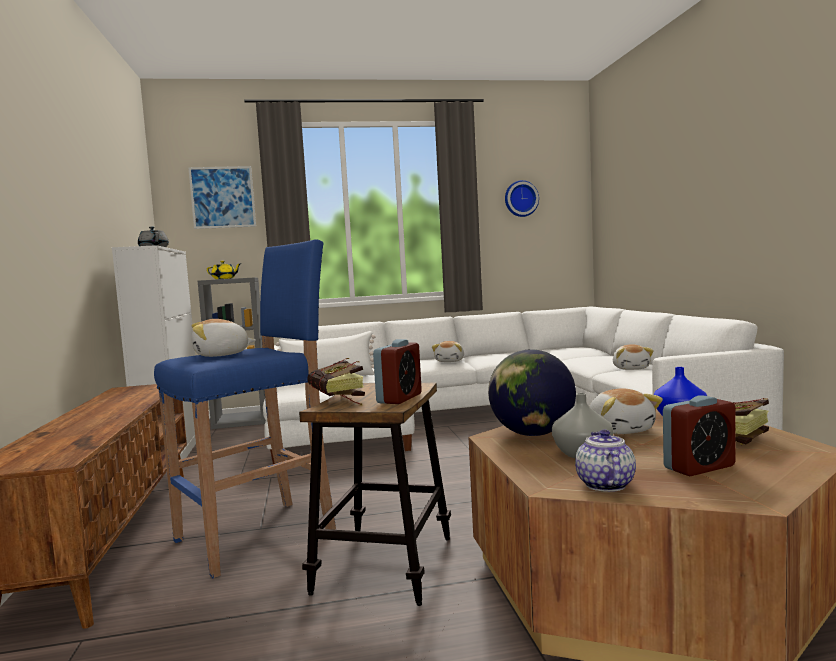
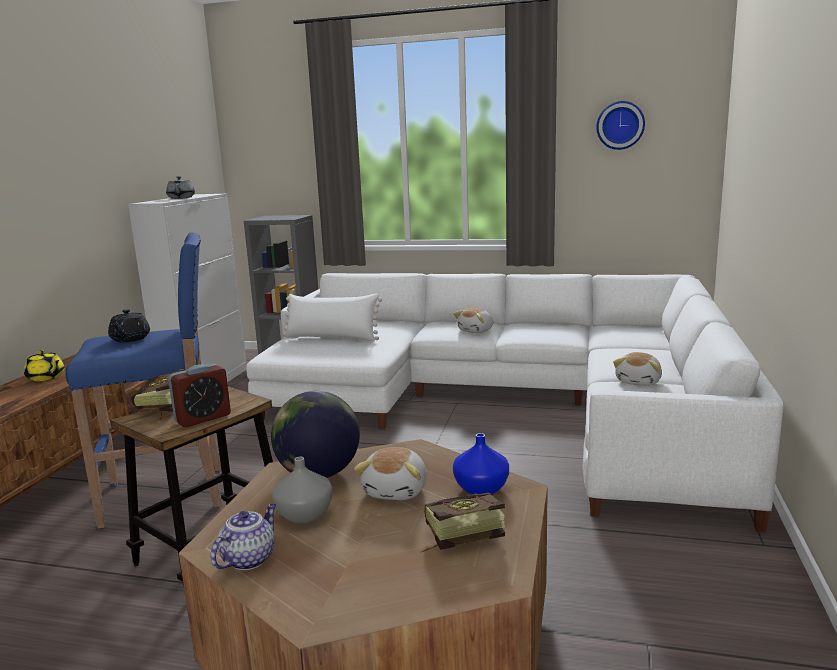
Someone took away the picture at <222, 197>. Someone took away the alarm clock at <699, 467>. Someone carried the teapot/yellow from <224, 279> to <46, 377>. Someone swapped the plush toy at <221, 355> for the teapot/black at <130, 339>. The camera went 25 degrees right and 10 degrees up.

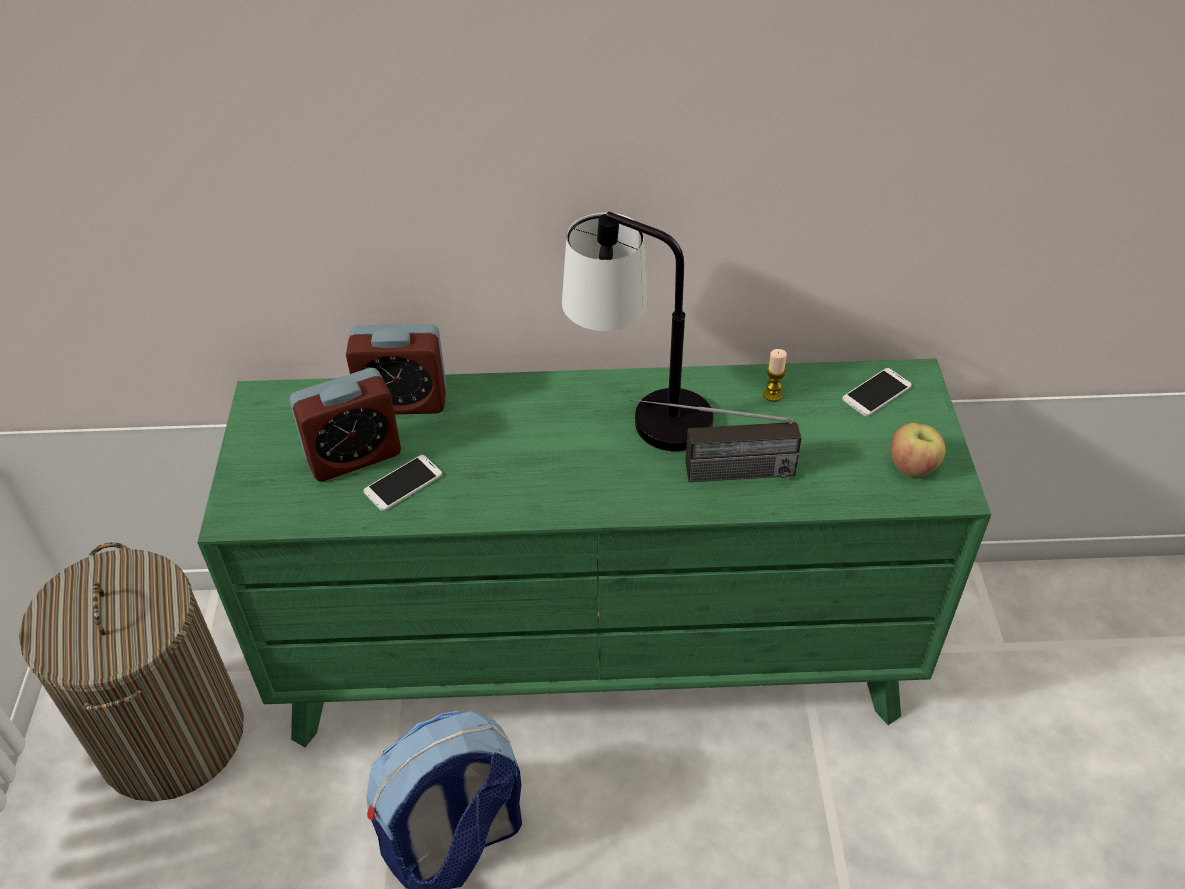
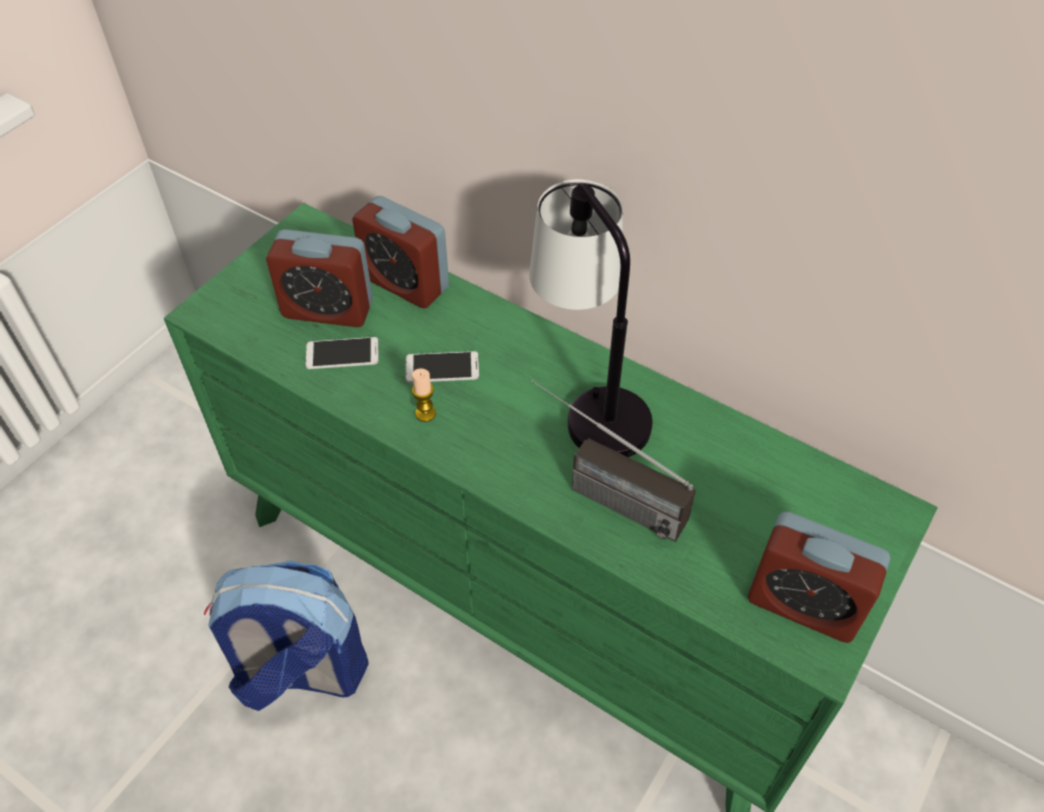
Someone took away the laundry basket at <171, 735>. Someone carried the candle from <772, 395> to <425, 413>. Someone carried the phone from <876, 393> to <442, 367>. Someone swapped the apple at <913, 466> for the alarm clock at <804, 603>. The camera went 35 degrees right and 5 degrees up.

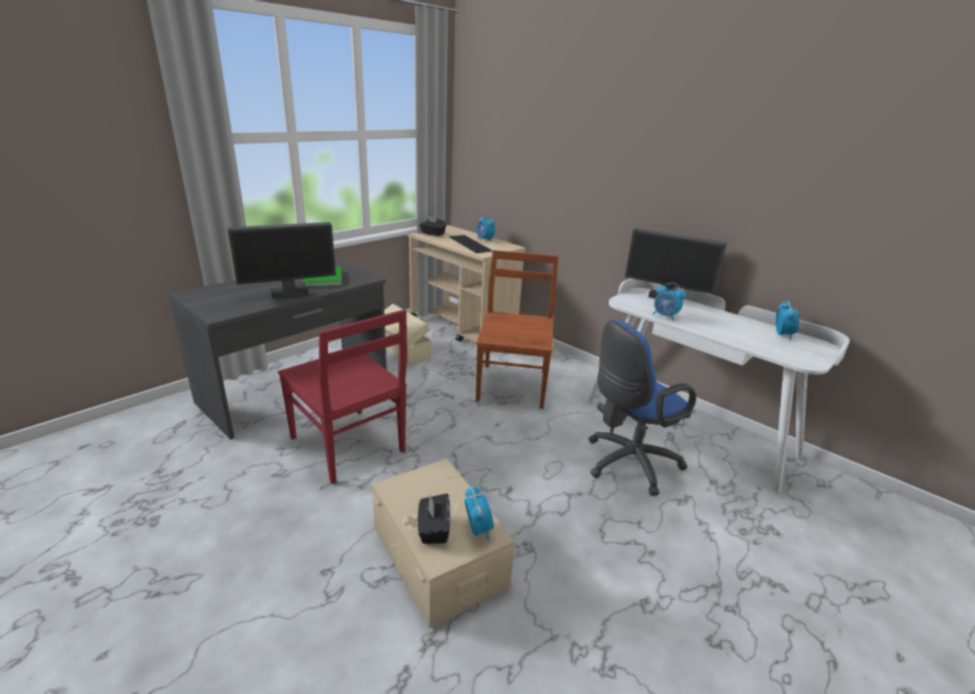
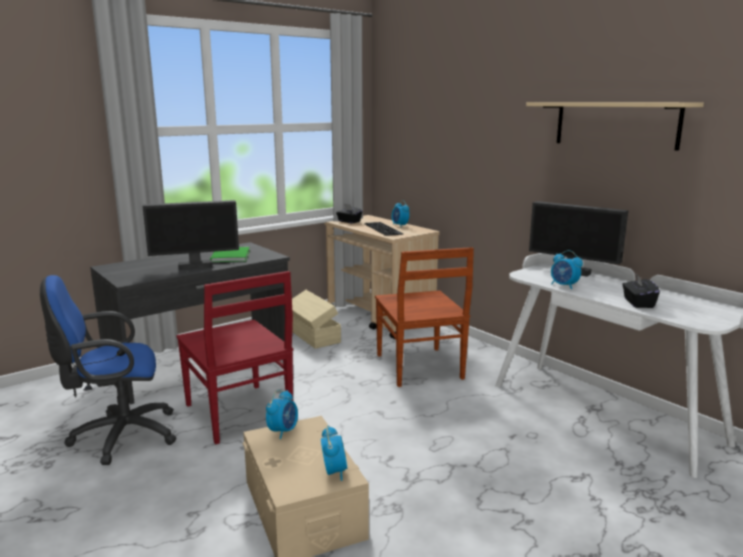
Someone put up the shelf/beige at <615, 124>. Someone carried the tissue box/black from <433, 529> to <638, 303>. Someone carried the office chair/blue from <627, 464> to <119, 436>. Someone carried the alarm clock from <782, 335> to <283, 431>. Someone rotated the chair/brown at <513, 384> by 150 degrees clockwise. The camera went 10 degrees right and 10 degrees down.

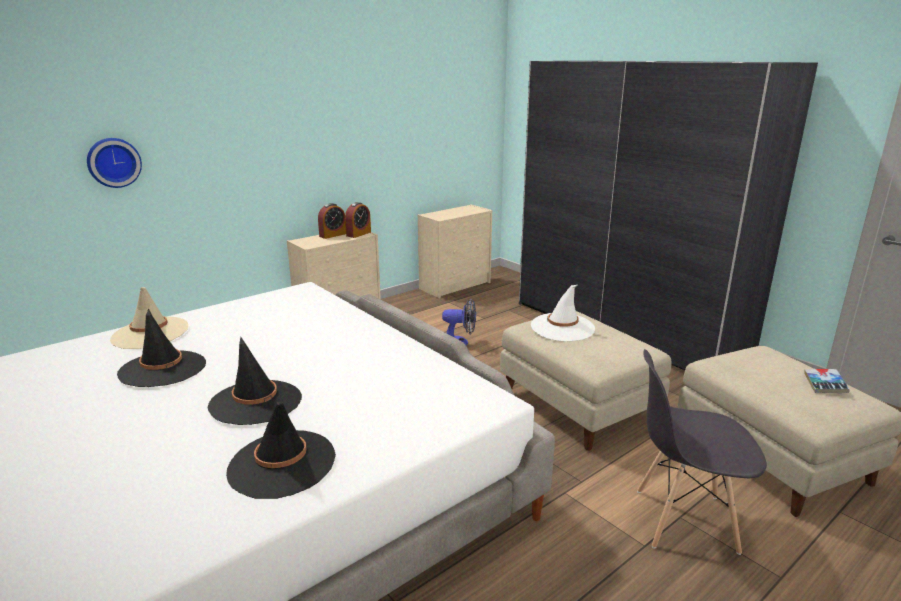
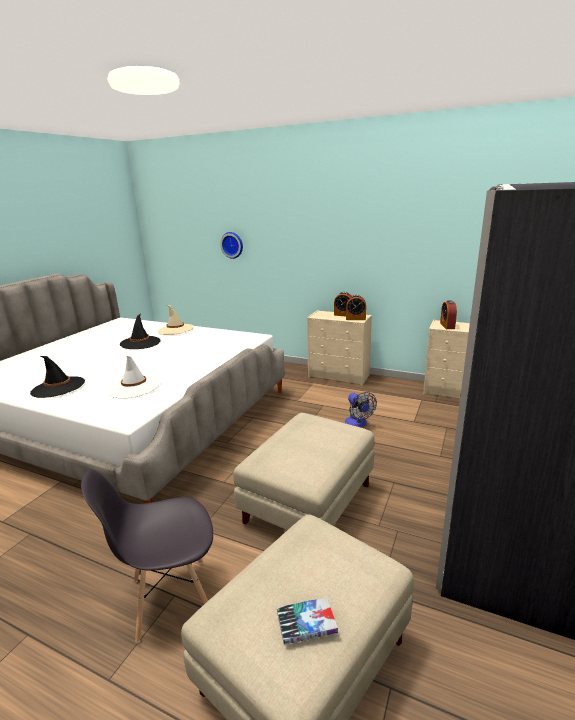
Someone took away the hat/black at <256, 402>. Someone put down the alarm clock at <447, 326>. Someone carried the hat/white from <562, 327> to <134, 387>. Someone rotated the chair/grey at <683, 520> by 90 degrees counterclockwise. The camera went 65 degrees right and 0 degrees up.

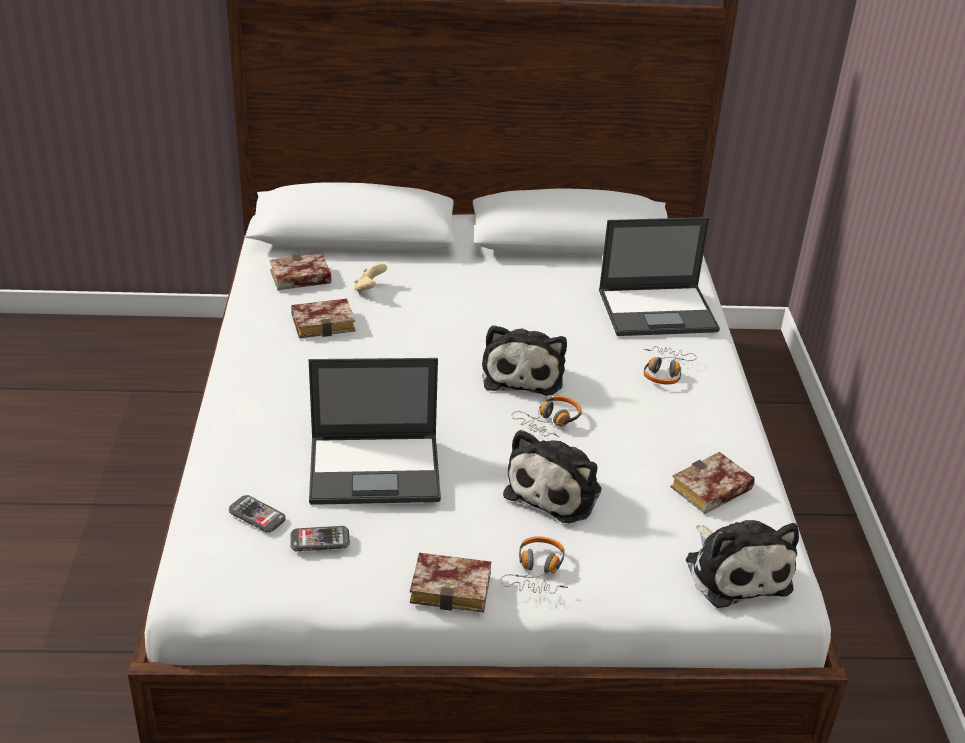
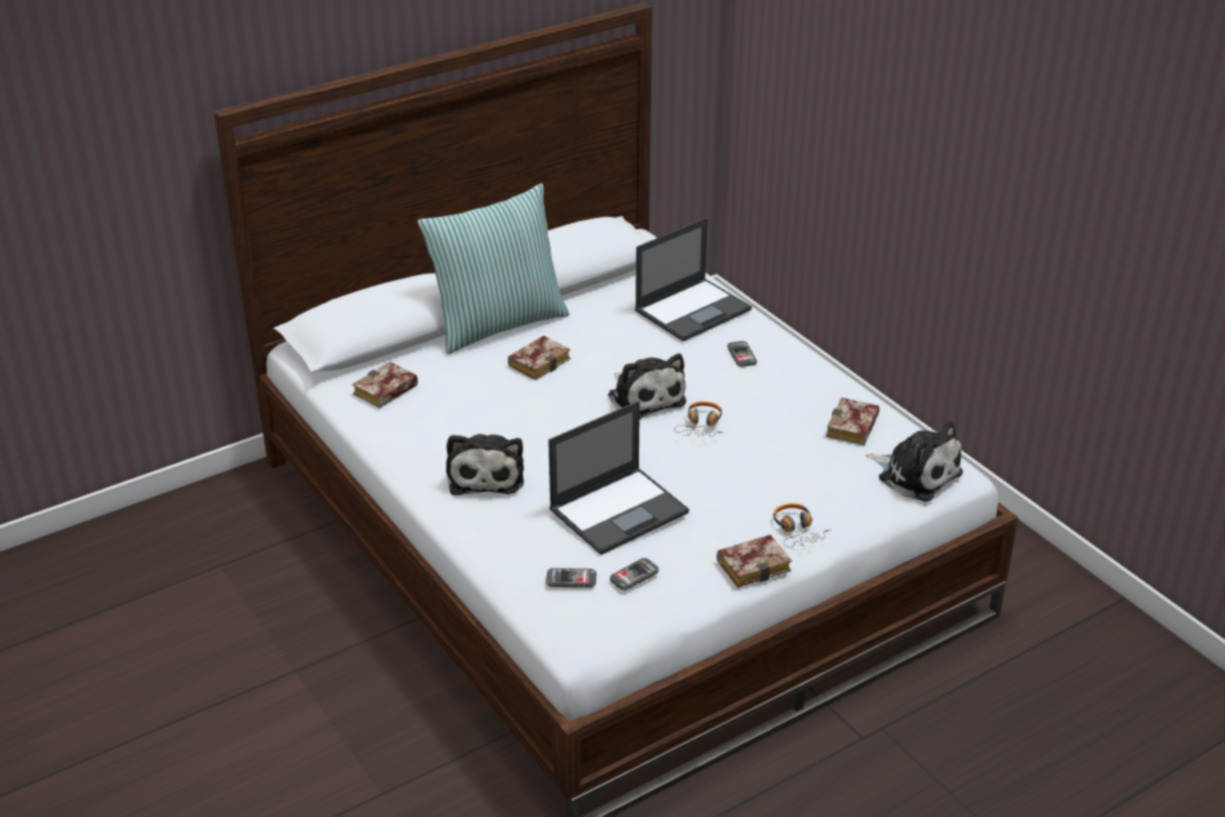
Someone took away the game controller/beige at <369, 290>. Someone put down the pillow at <497, 324>. Someone carried the book from <325, 323> to <539, 361>. Someone carried the plush toy from <557, 490> to <486, 475>. Someone swapped the headphones at <664, 371> for the phone at <742, 355>. The camera went 30 degrees left and 0 degrees up.

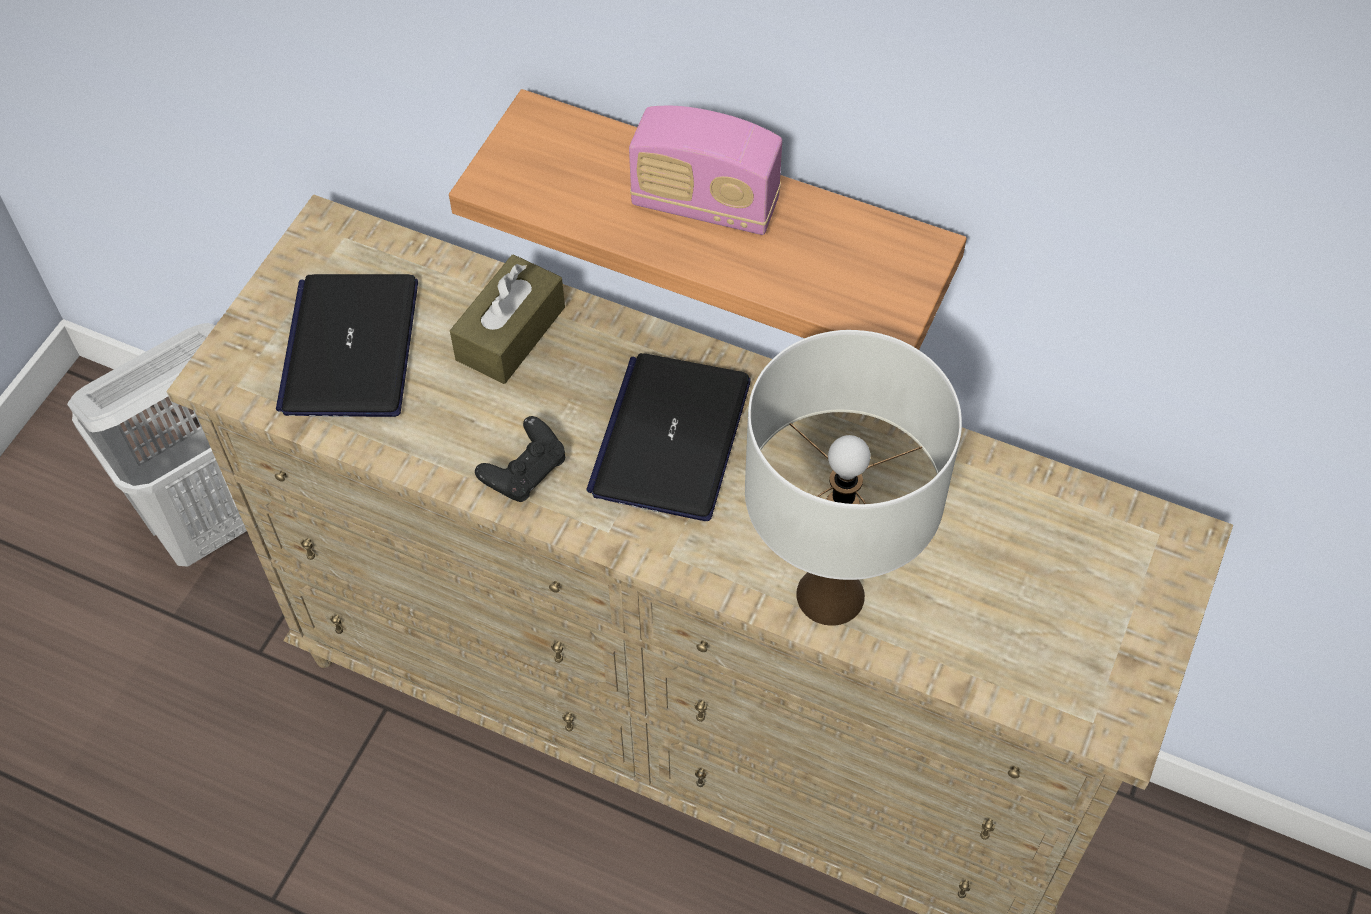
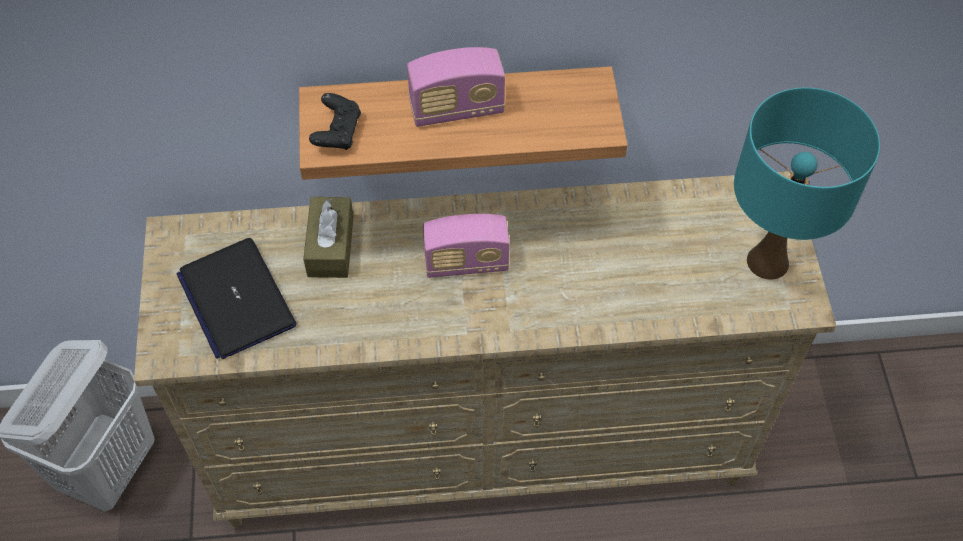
Someone took away the table lamp/white at <830, 596>. Someone put down the table lamp/turquoise at <767, 262>. Someone carried the game controller/black from <525, 472> to <337, 132>. Someone swapped the laptop at <671, 437> for the radio at <466, 263>. The camera went 30 degrees left and 0 degrees up.

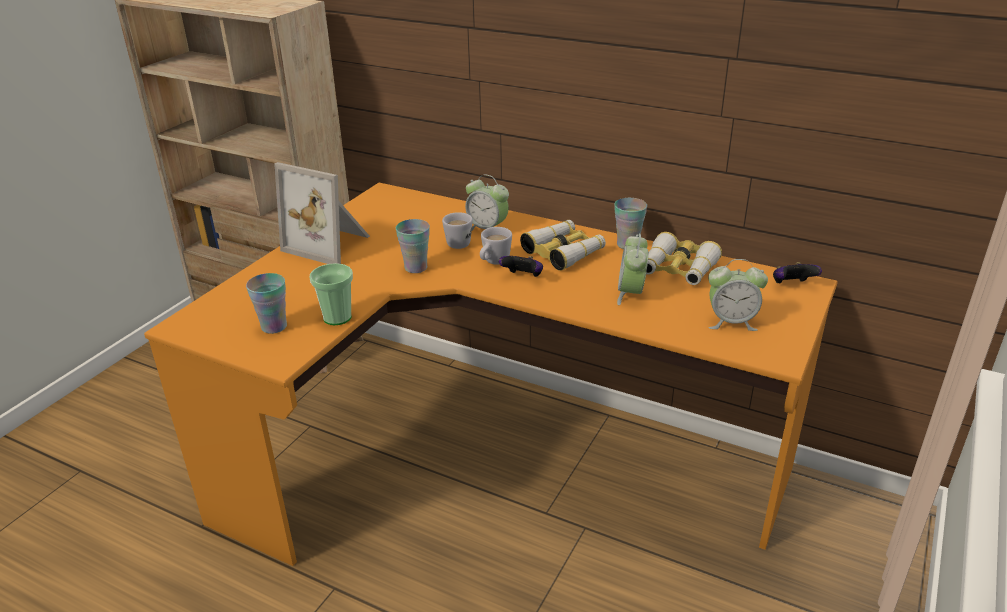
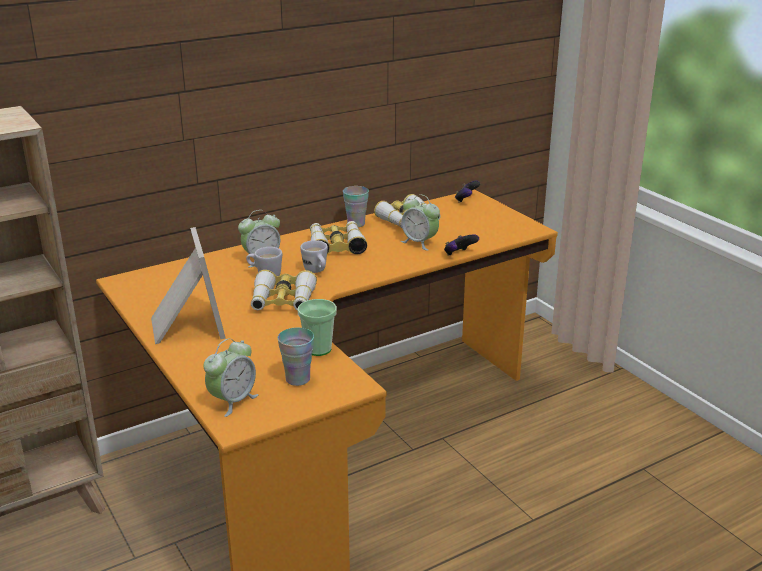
Someone carried the game controller from <523, 277> to <459, 254>. Someone carried the alarm clock from <731, 322> to <232, 401>. Someone swapped the cup at <416, 268> for the binoculars at <283, 301>. Someone rotated the picture frame at <330, 244> by 75 degrees counterclockwise. The camera went 60 degrees left and 5 degrees down.

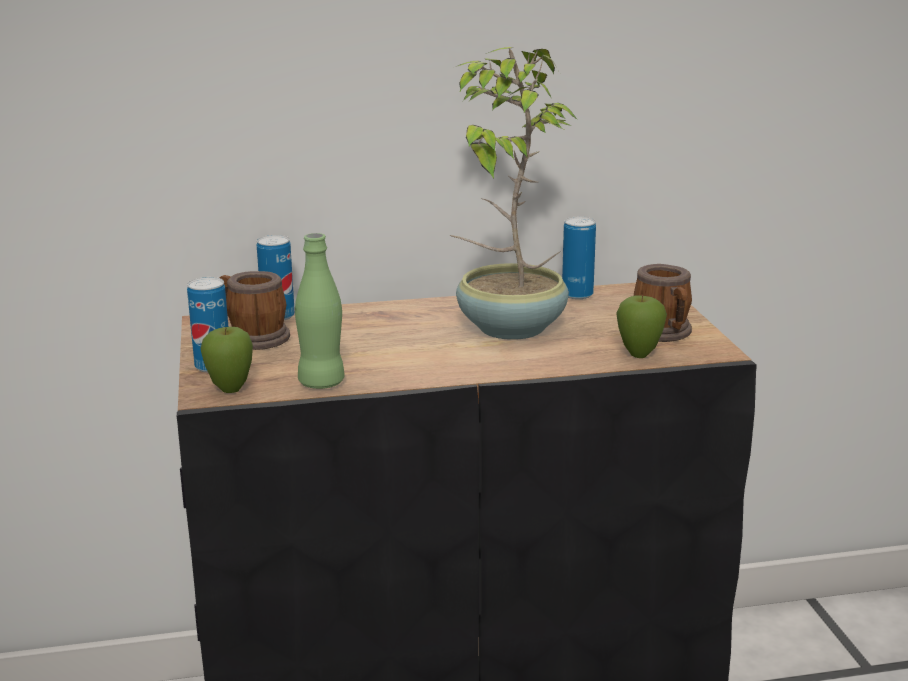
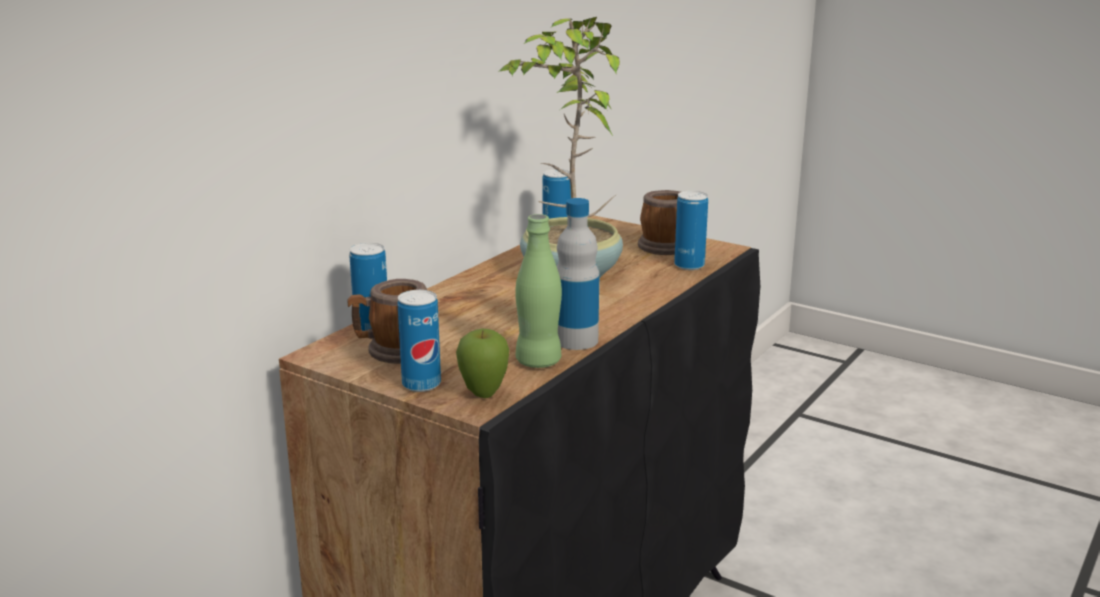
Someone put down the bottle at <576, 340>. Someone swapped the apple at <639, 355> for the can at <689, 265>. The camera went 45 degrees left and 0 degrees up.

